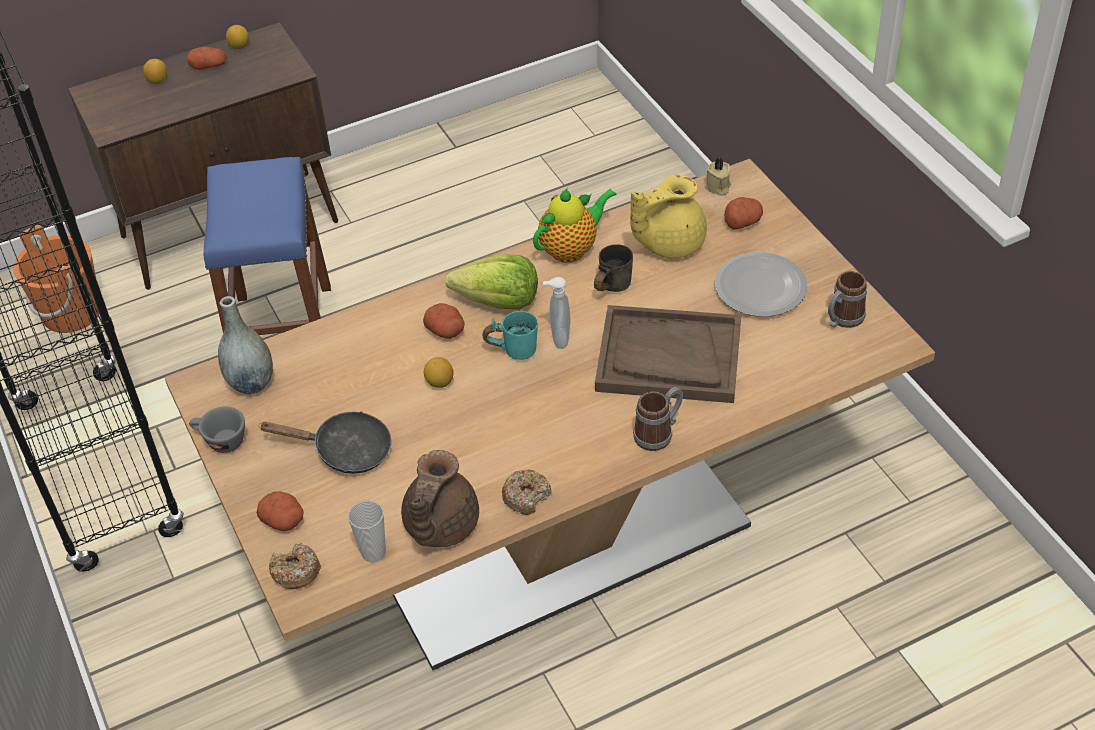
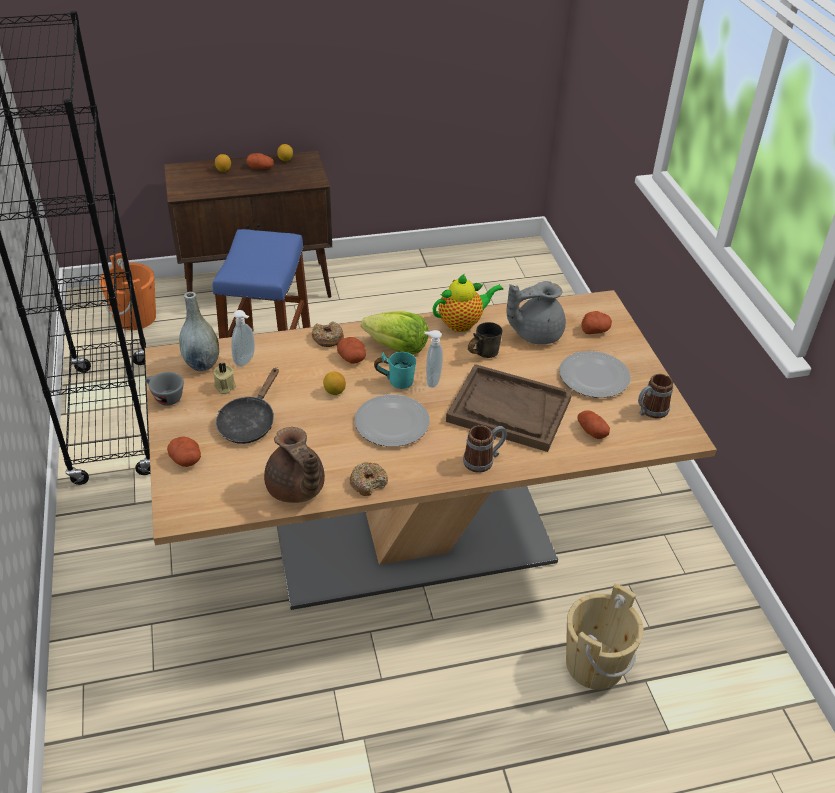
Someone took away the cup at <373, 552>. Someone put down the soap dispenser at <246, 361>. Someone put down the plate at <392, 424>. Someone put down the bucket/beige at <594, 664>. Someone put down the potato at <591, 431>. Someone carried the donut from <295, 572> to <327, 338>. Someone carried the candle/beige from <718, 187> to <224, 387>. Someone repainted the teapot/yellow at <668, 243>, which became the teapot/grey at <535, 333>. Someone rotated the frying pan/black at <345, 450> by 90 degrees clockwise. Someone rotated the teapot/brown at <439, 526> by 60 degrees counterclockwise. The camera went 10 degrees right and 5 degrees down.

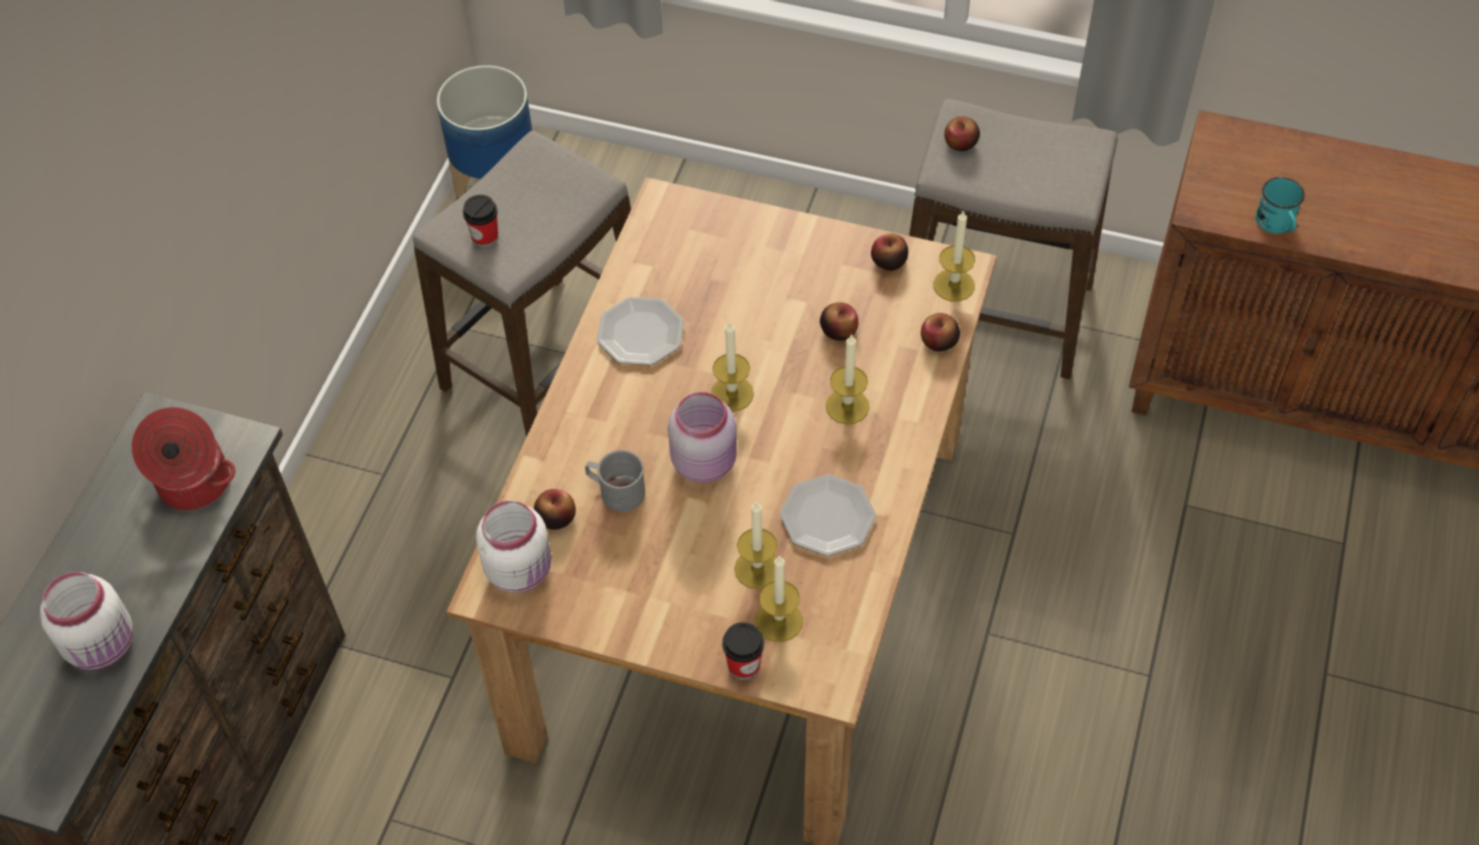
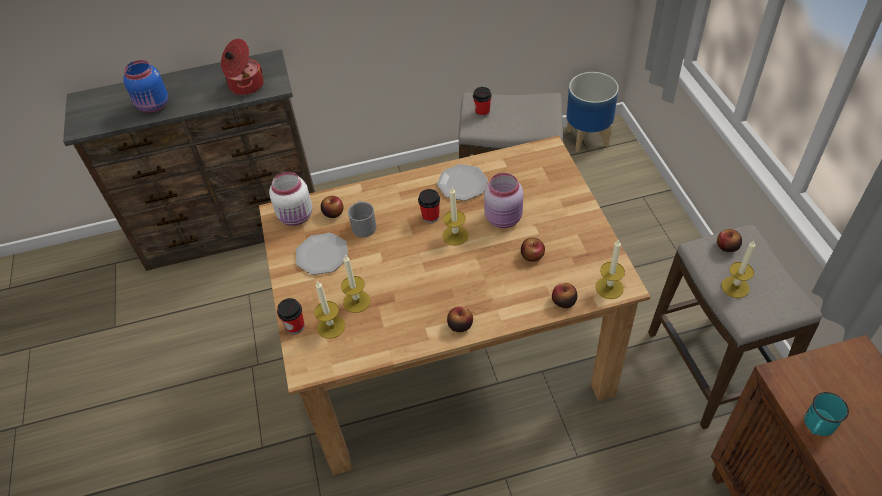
Someone put down the cup at <430, 217>. Someone carried the jar/pink from <705, 461> to <504, 218>. Someone carried the plate from <826, 517> to <322, 255>. Someone carried the candle from <847, 406> to <735, 287>. Someone carried the apple from <888, 261> to <460, 325>. Someone repainted the jar/white at <104, 644>, which became the jar/blue at <154, 106>. The camera went 60 degrees right and 5 degrees down.

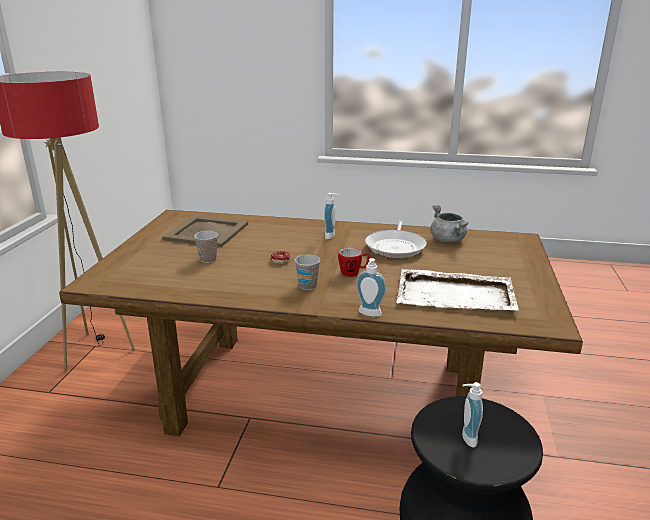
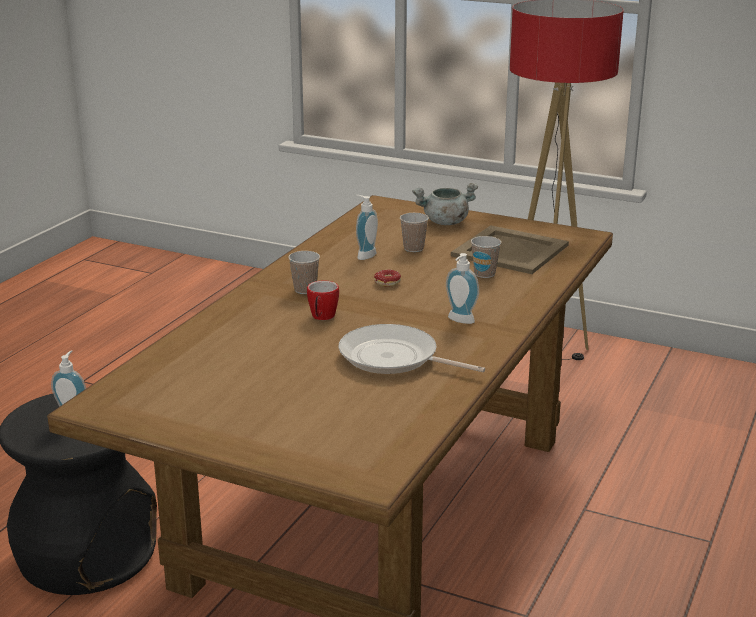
Someone took away the tray/white at <456, 295>. Someone put down the cup at <484, 274>. Someone carried the soap dispenser from <369, 314> to <364, 255>. Someone carried the cooking pot/grey from <448, 240> to <445, 222>. The camera went 105 degrees right and 0 degrees up.

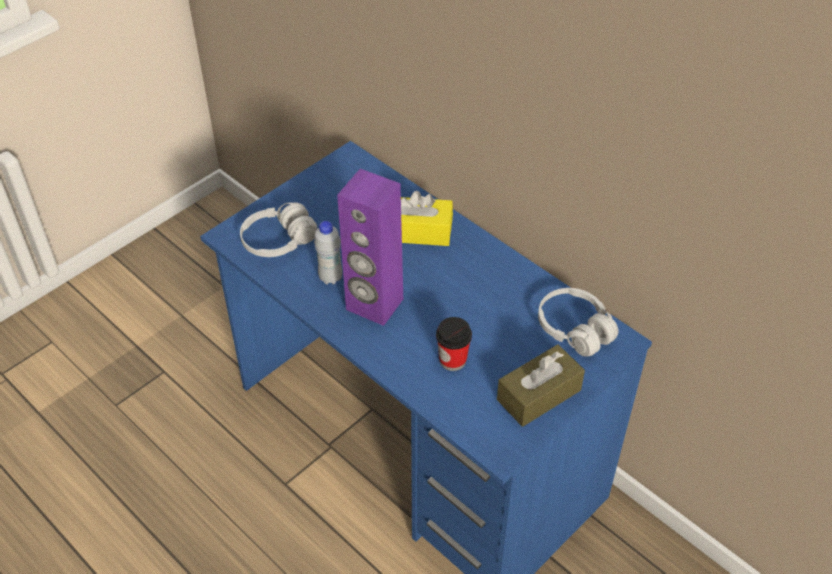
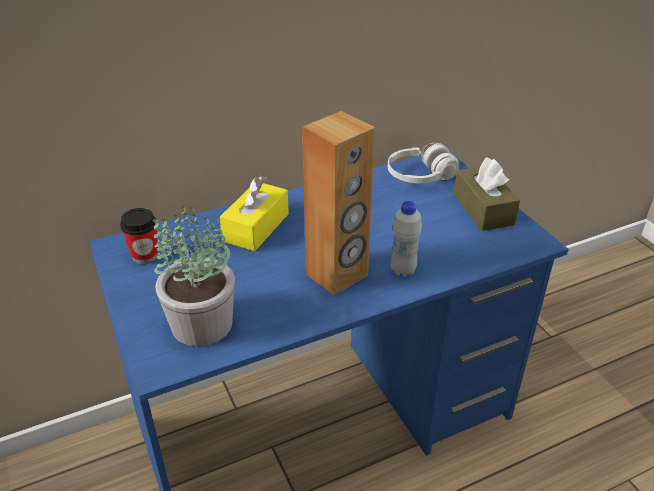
Someone carried the bottle/white from <330, 278> to <403, 270>. Someone carried the cup from <452, 360> to <145, 255>. Someone swapped the headphones/white at <278, 241> for the potted plant at <201, 325>. Someone repainted the speaker/purple at <374, 305>, which became the speaker/brown at <337, 275>. The camera went 70 degrees left and 10 degrees down.

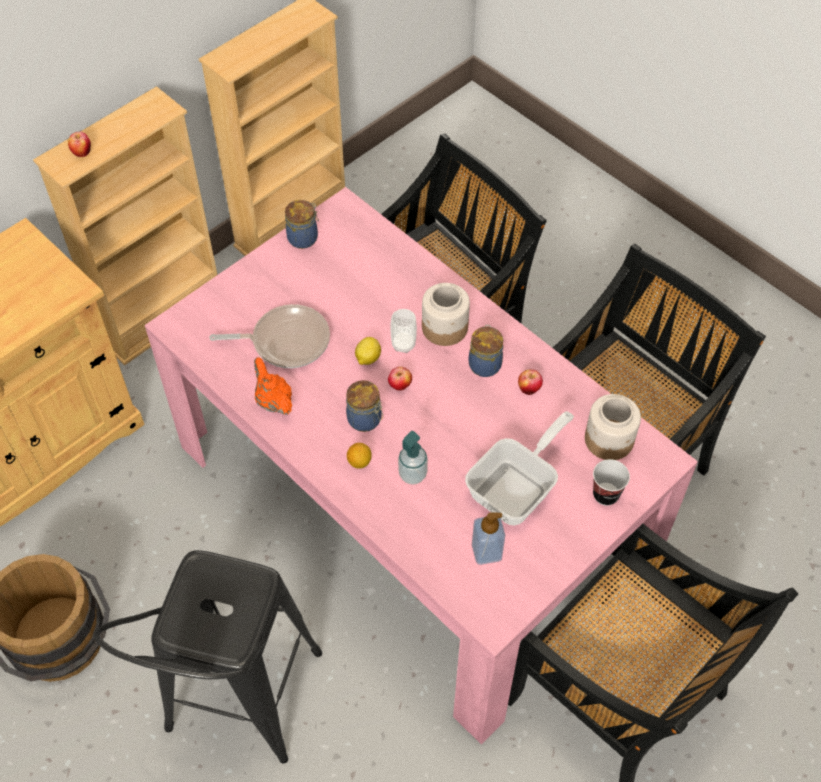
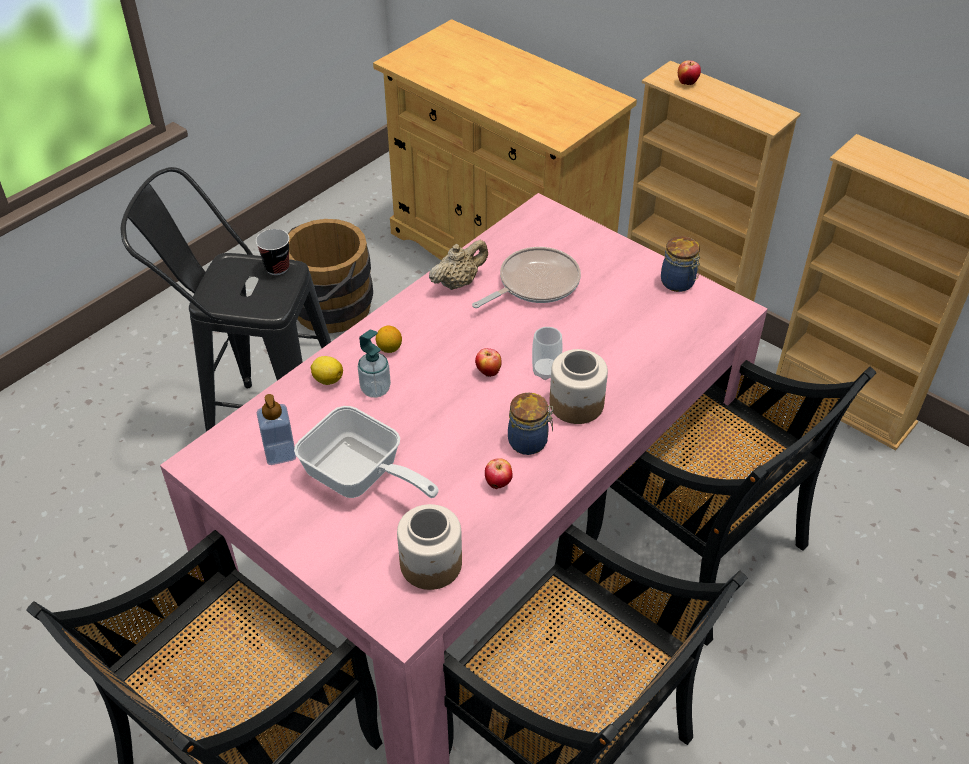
Someone took away the jar at <365, 420>. Someone carried the lemon from <367, 358> to <327, 379>. Someone carried the cup from <605, 494> to <277, 268>. Someone repainted the teapot/orange at <273, 401>, which became the teapot/beige at <458, 282>. Someone rotated the frying pan at <286, 341> by 120 degrees counterclockwise. The camera went 85 degrees right and 10 degrees down.

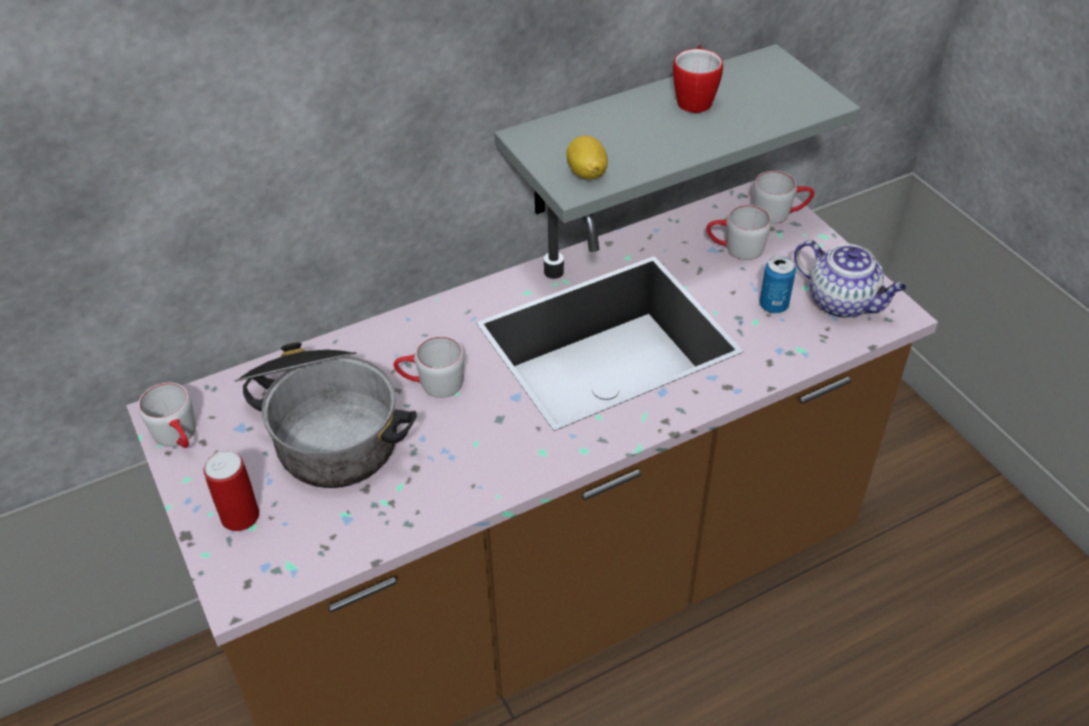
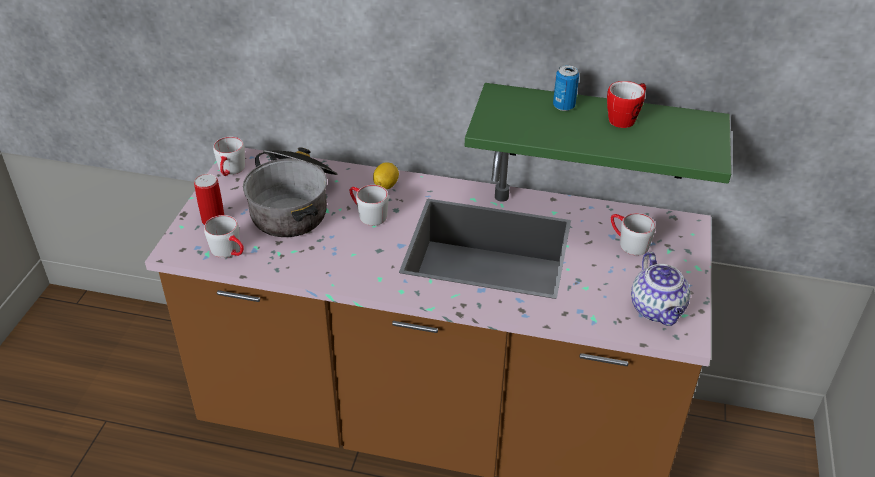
Someone carried the lemon from <586, 173> to <386, 185>. Someone carried the mug/grey from <780, 213> to <230, 251>. Someone carried the can from <773, 305> to <563, 106>. Someone repainted the shelf/grey at <638, 133>, which became the shelf/green at <599, 132>. The camera went 40 degrees right and 5 degrees down.

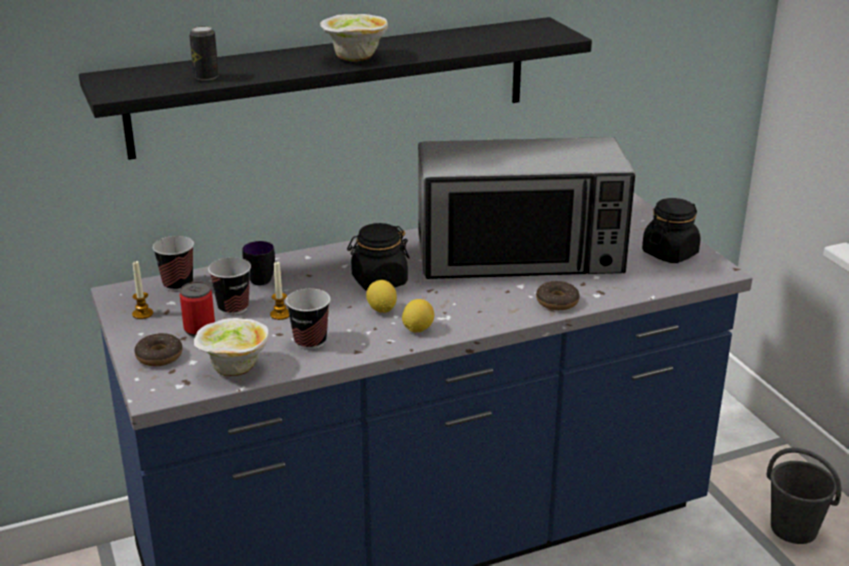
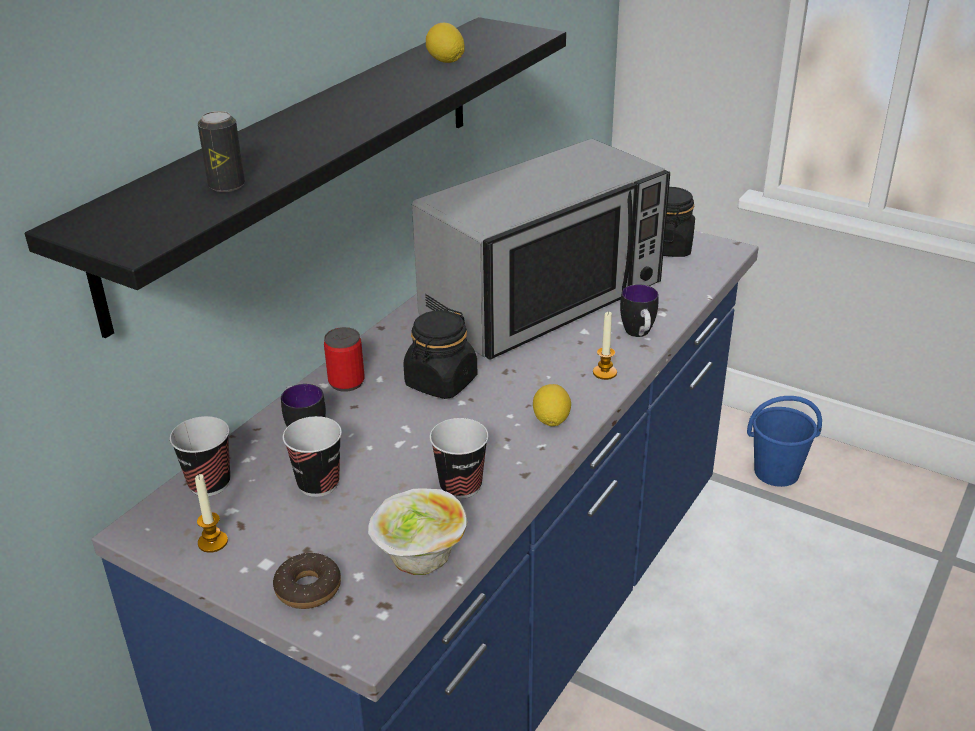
Someone took away the bowl at <354, 58>. Someone carried the can from <199, 329> to <346, 382>. Someone carried the candle from <280, 314> to <604, 373>. Someone carried the lemon from <381, 309> to <445, 61>. Someone swapped the donut at <557, 302> for the mug at <639, 335>. Someone repainted the bucket/grey at <794, 529>, which became the bucket/blue at <777, 472>. The camera went 35 degrees left and 5 degrees up.

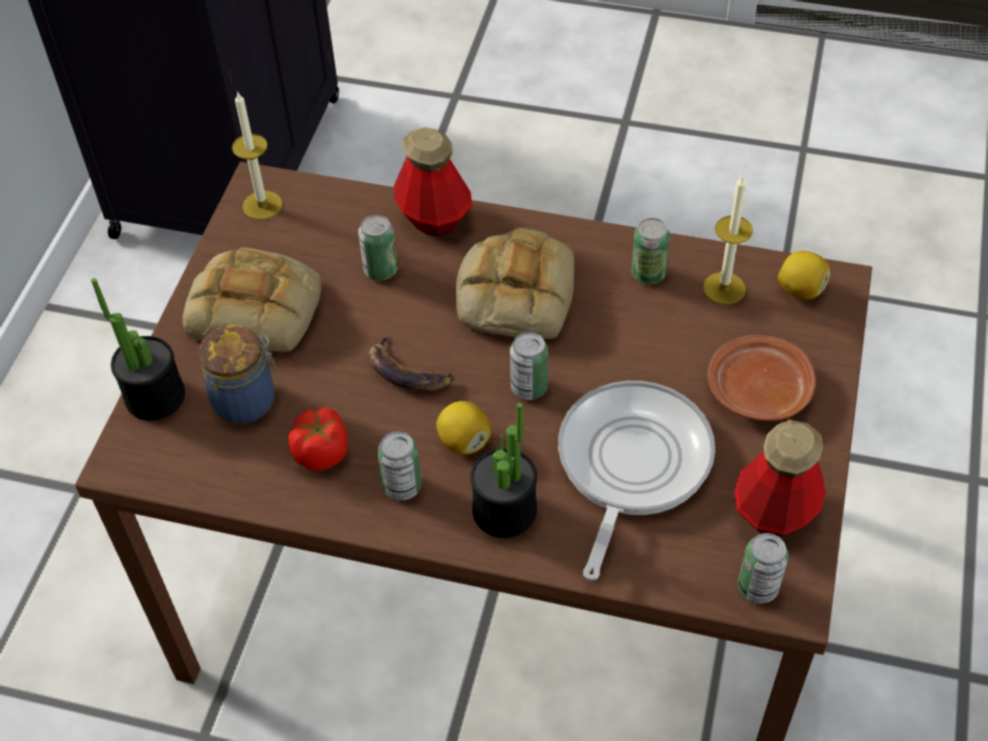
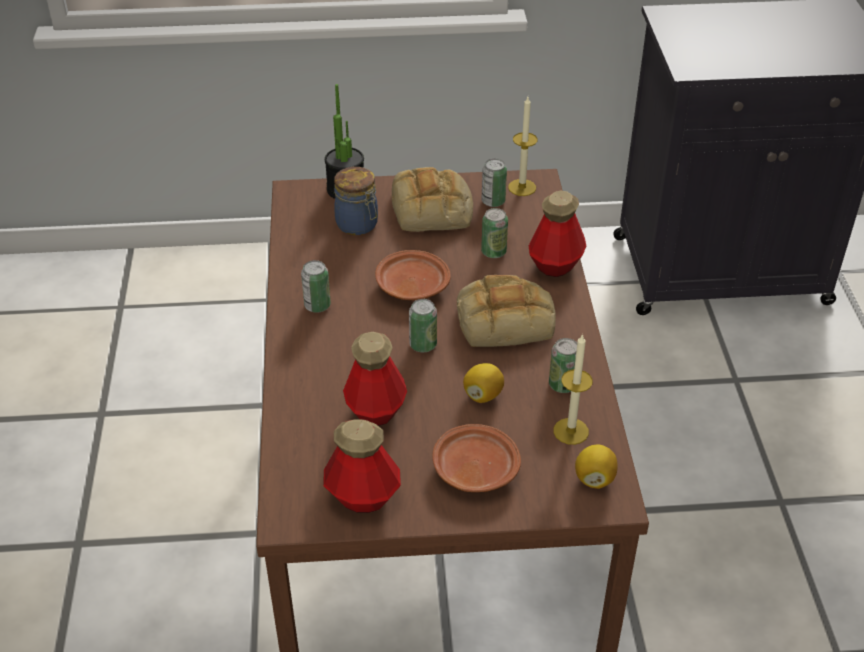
Someone took away the tomato at <321, 452>. Someone took away the potted plant at <504, 510>. Someone carried the lemon from <464, 441> to <483, 395>. Someone carried the can from <758, 587> to <493, 201>. Someone swapped the banana at <408, 371> for the plate/brown at <411, 285>. Someone swapped the frying pan at <630, 465> for the bottle at <376, 410>. The camera went 70 degrees right and 10 degrees down.

